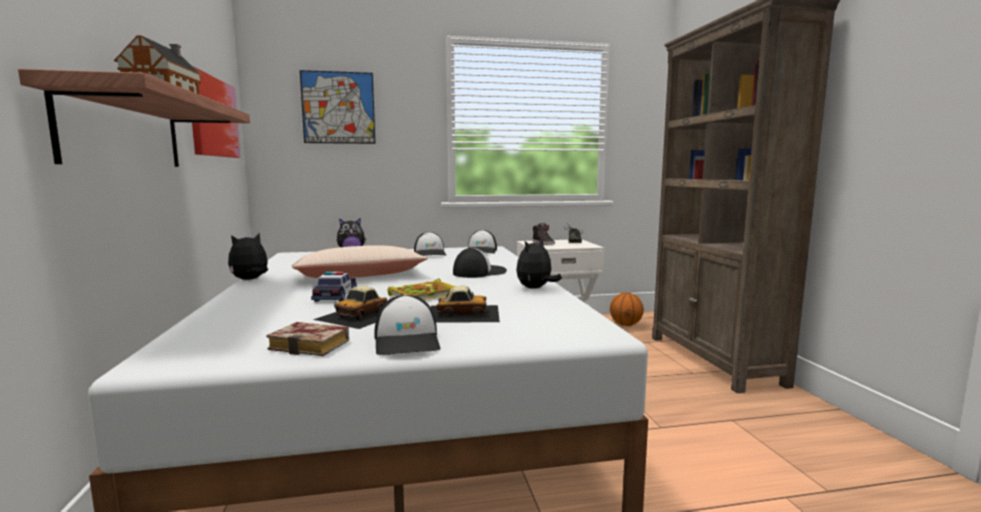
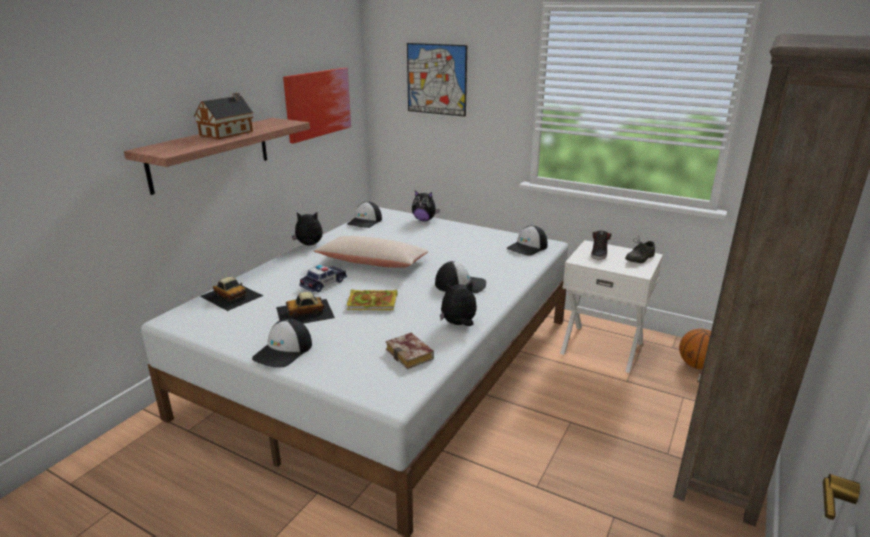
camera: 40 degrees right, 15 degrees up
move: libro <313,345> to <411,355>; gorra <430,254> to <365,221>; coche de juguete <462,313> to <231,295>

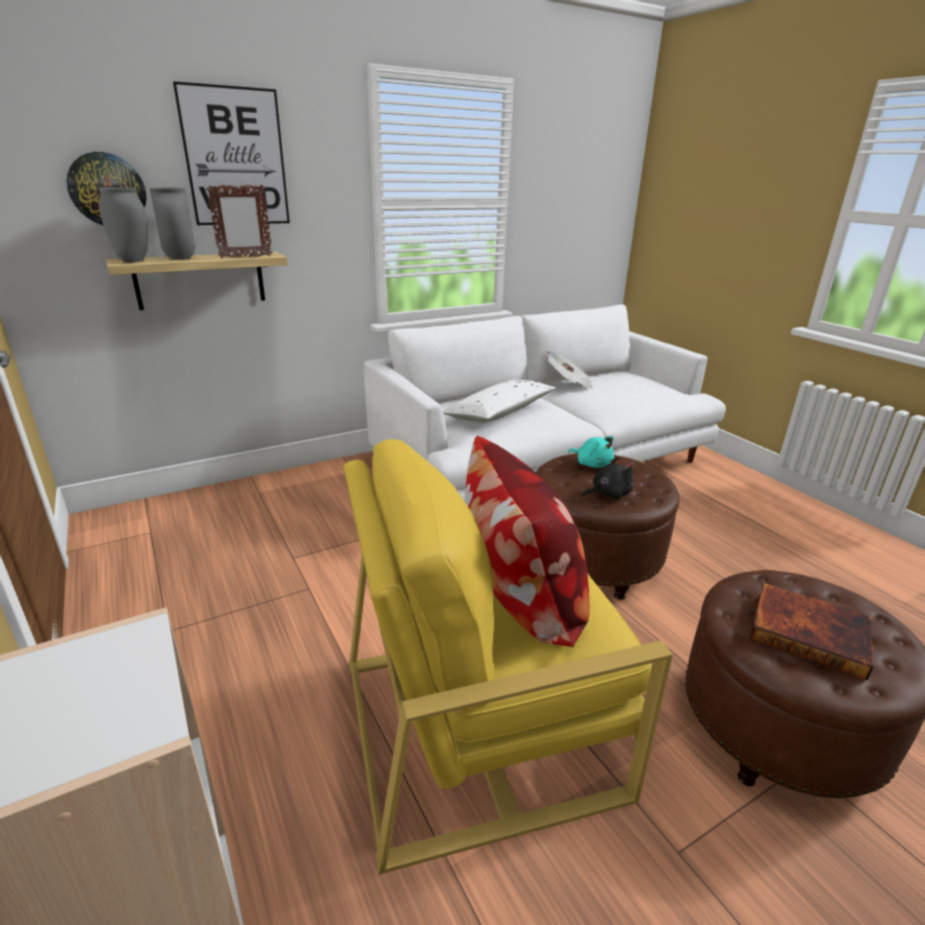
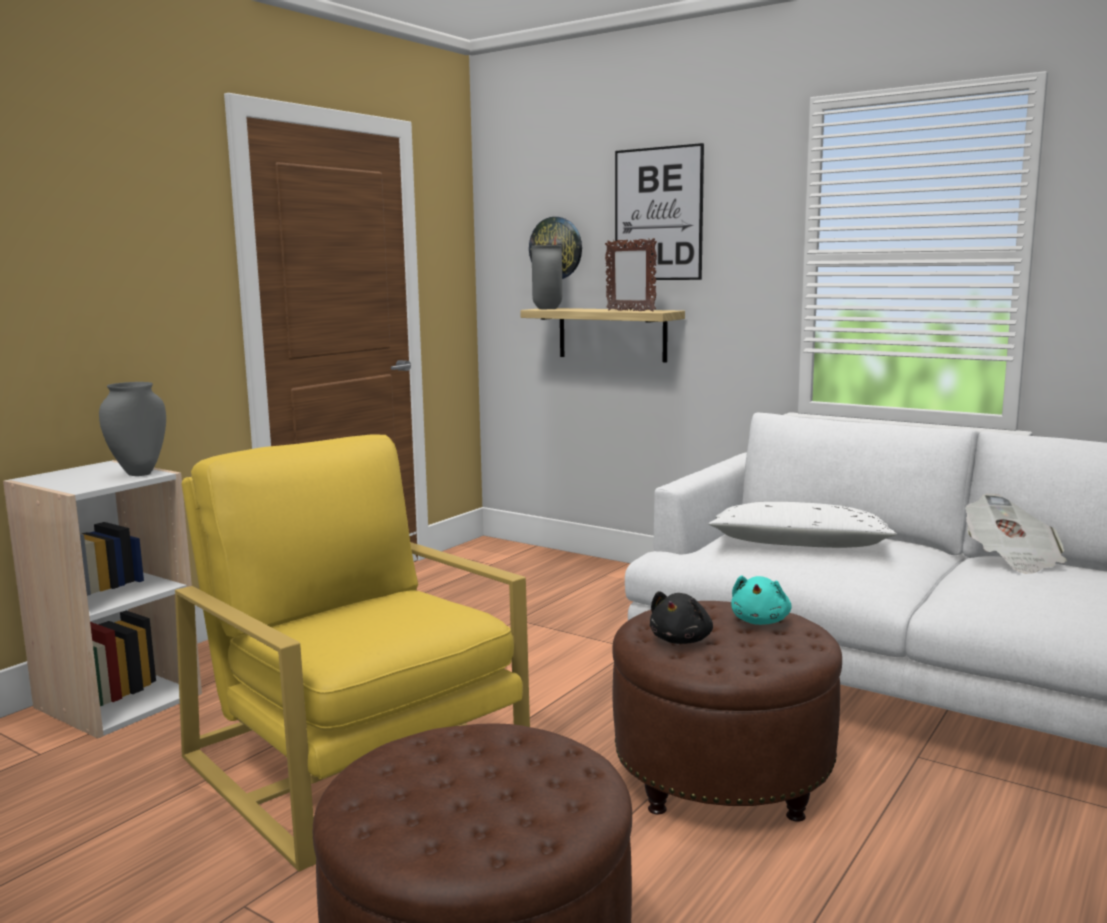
camera: 65 degrees right, 15 degrees down
delete: cojín <519,599>; libro <809,632>
move: florero (gris) <179,258> to <138,473>
rotate: peluche (negro) <608,494> = <682,640> 75 degrees clockwise

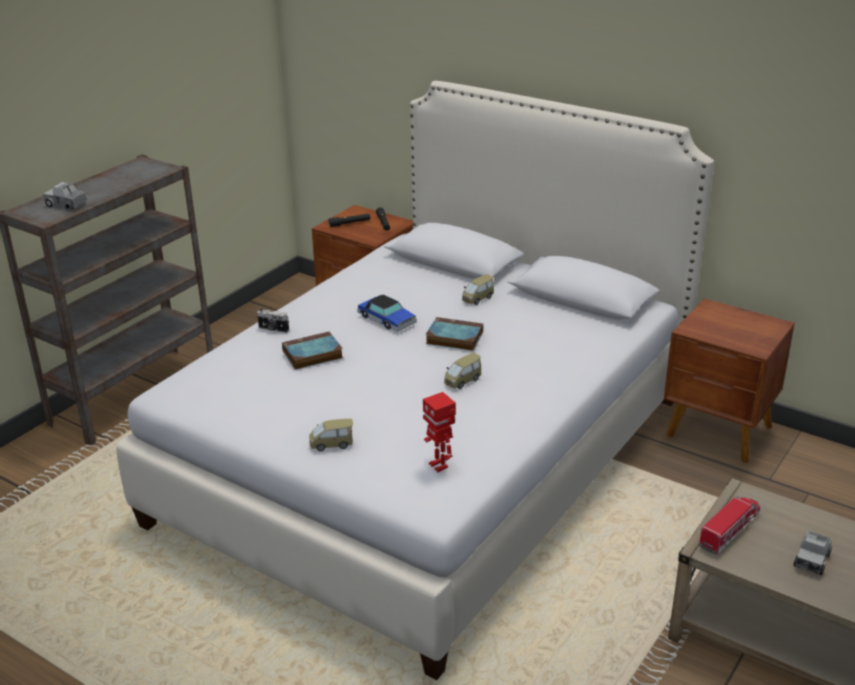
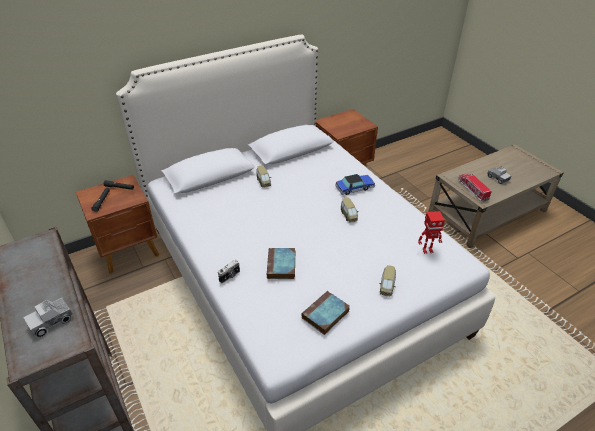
camera: 65 degrees left, 10 degrees up
move: coche de juguete <386,320> to <354,188>; libro <453,338> to <325,315>

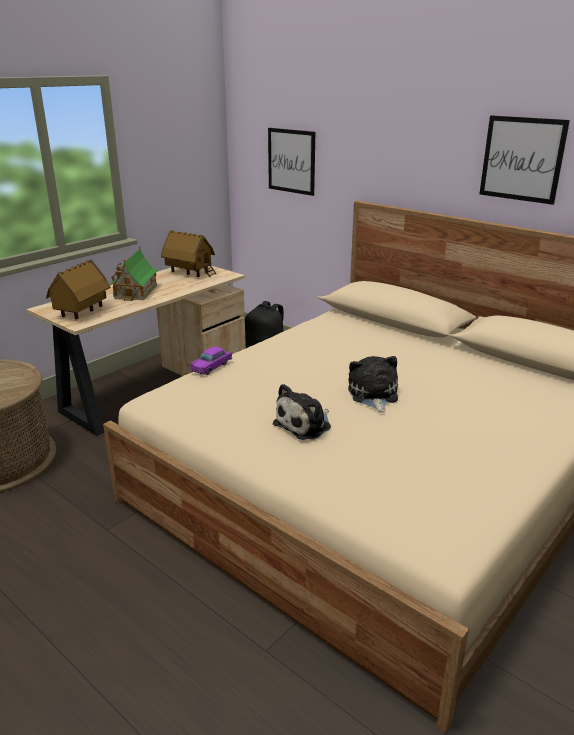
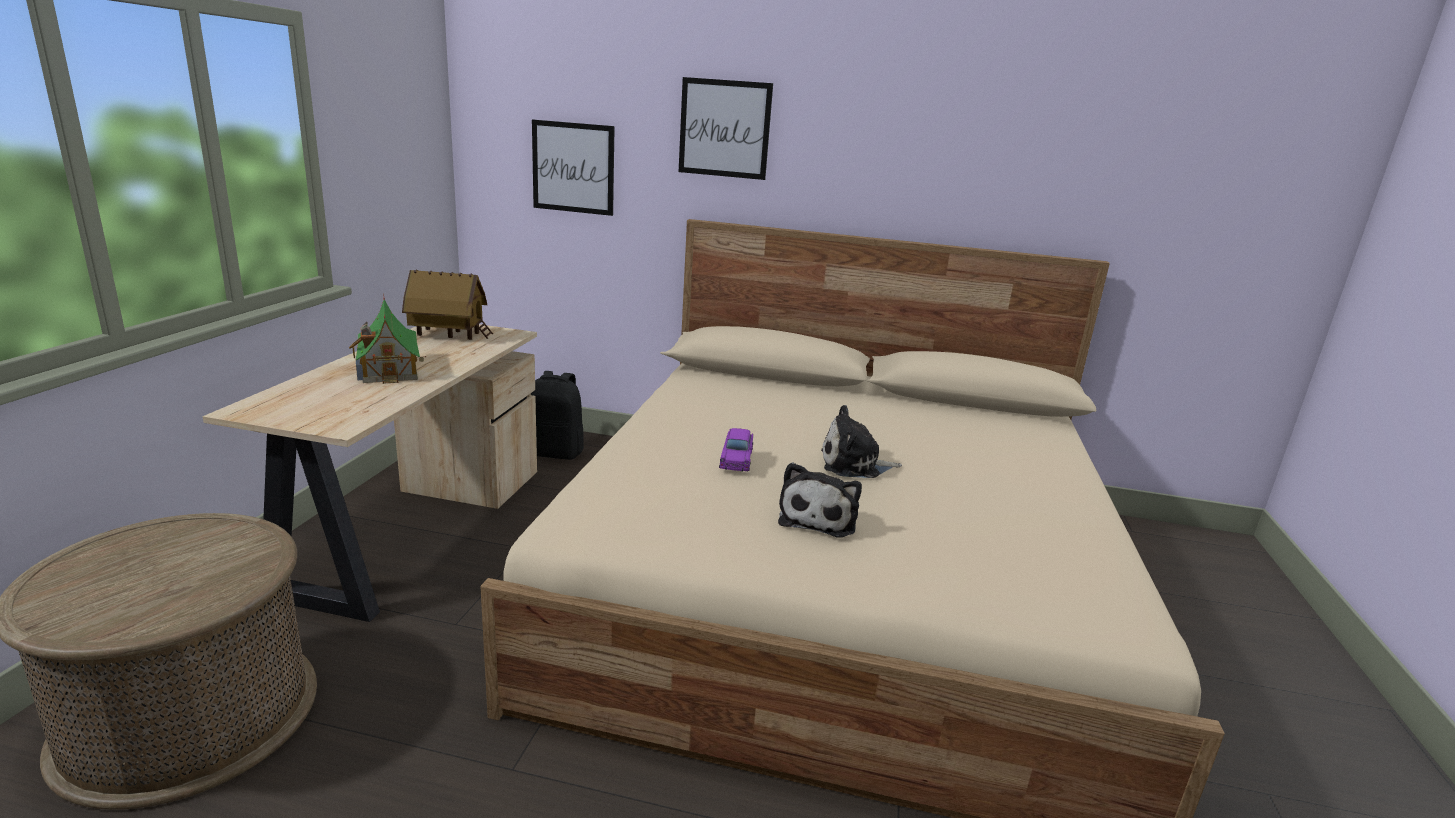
camera: 30 degrees left, 5 degrees down
delete: casita <82,312>
move: coche de juguete (morado) <211,366> to <737,459>; cuadro <522,159> to <724,129>
rotate: peluche <373,395> = <854,465> 60 degrees counterclockwise

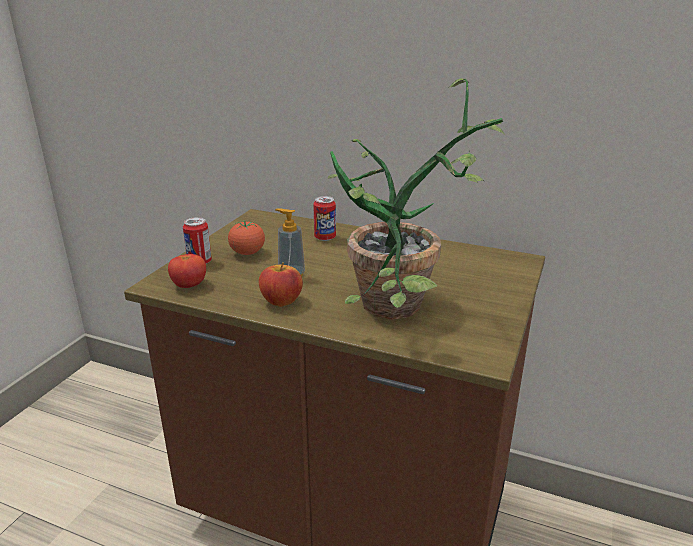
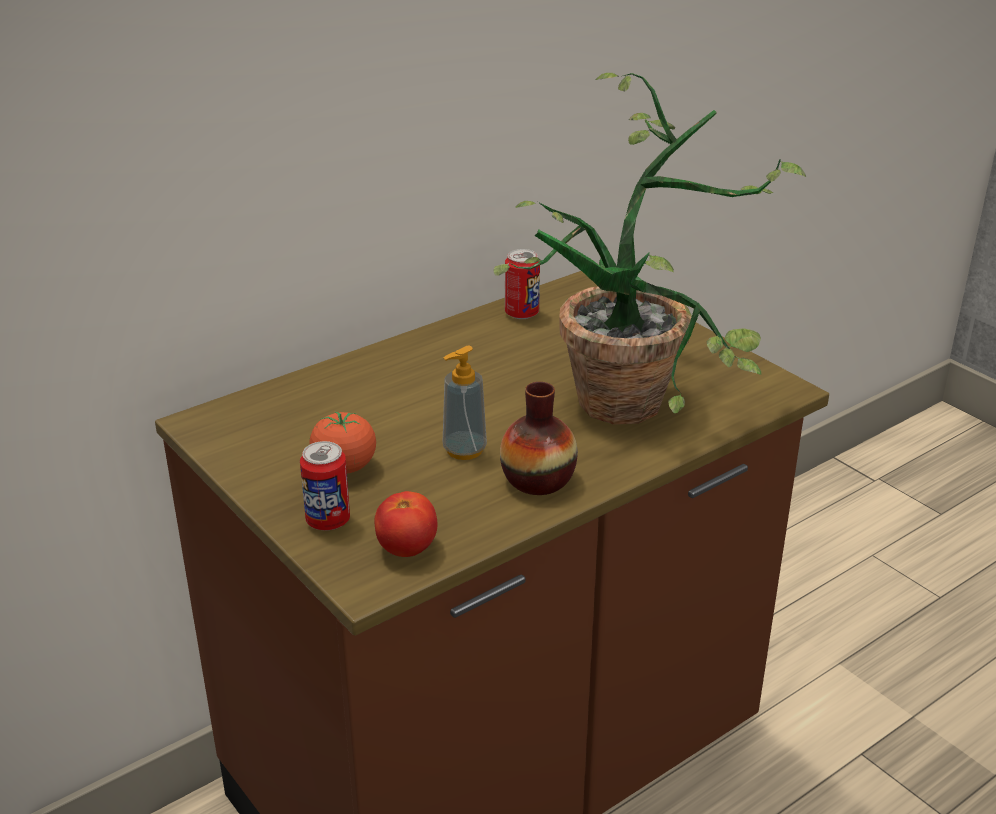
camera: 60 degrees left, 5 degrees up
move: lata <325,238> to <521,314>
replace: manzana <281,301> to florero <538,480>

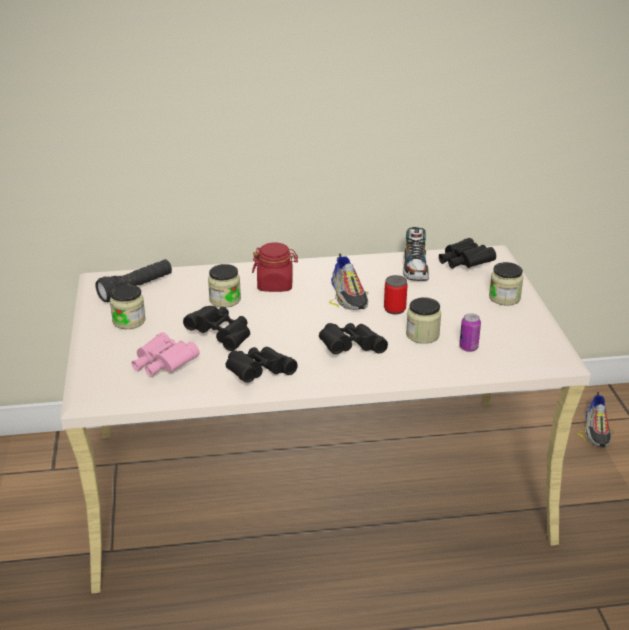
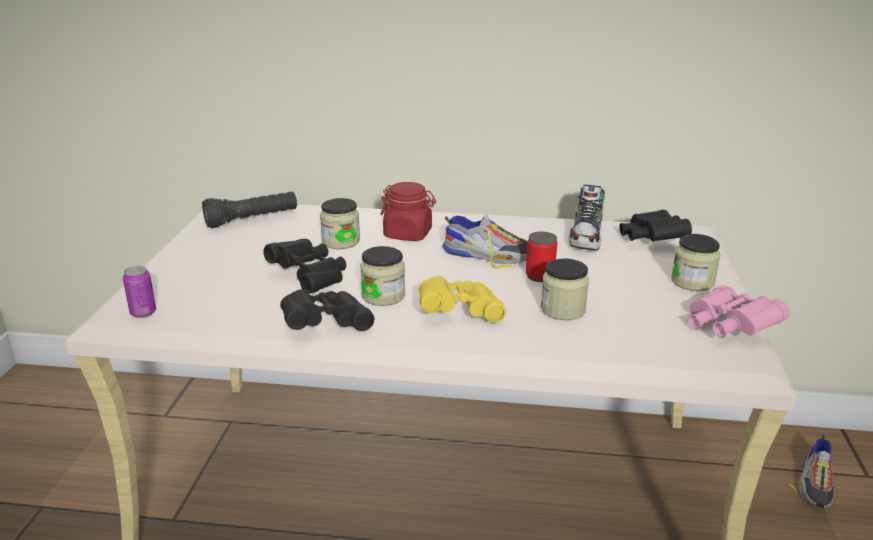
camera: 15 degrees right, 5 degrees down
move: tarro <129,321> to <383,296>; prismáticos (rosa) <163,366> to <727,328>; lata <468,347> to <143,313>
recolor: prismáticos (negro) <350,349> to prismáticos (amarillo) <459,312>
rotate: zapato <349,295> = <490,254> 75 degrees counterclockwise

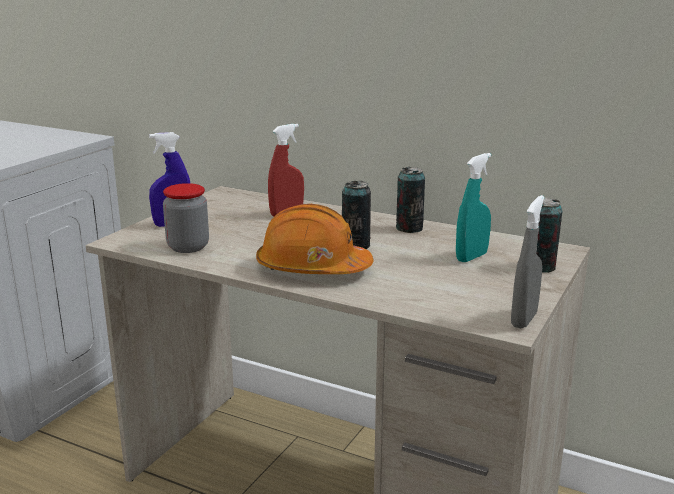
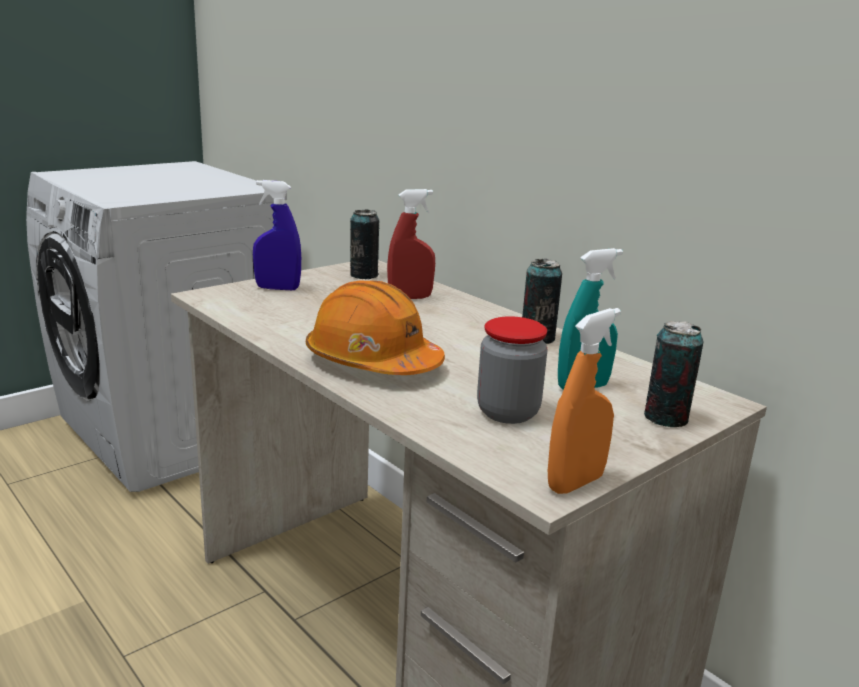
camera: 20 degrees right, 0 degrees up
move: tarro <188,247> to <508,412>; lata <355,246> to <364,275>
recolor: pulverizador (gris) <524,319> to pulverizador (naranja) <575,483>

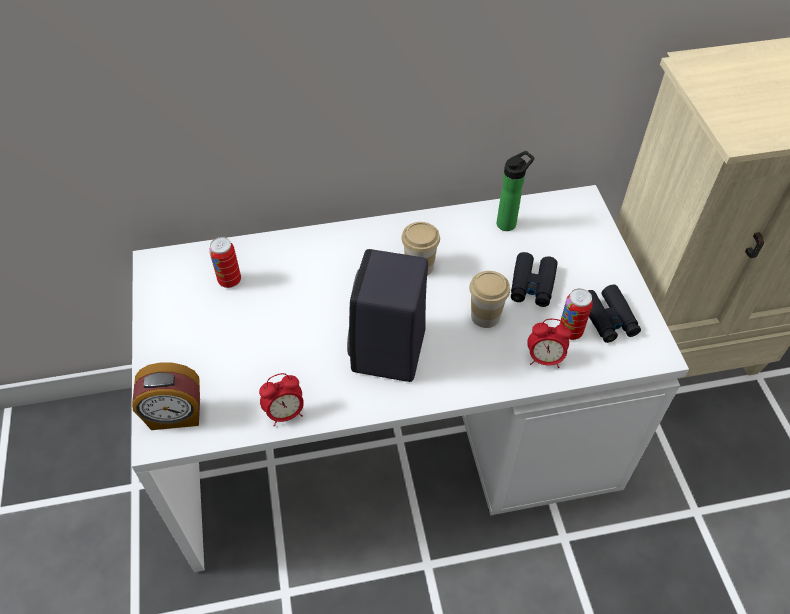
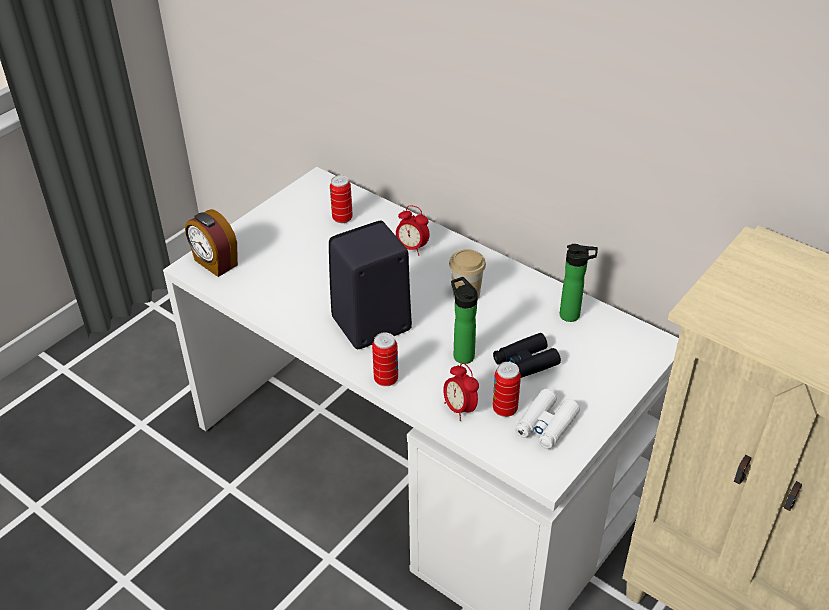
camera: 50 degrees right, 10 degrees down
insert: lata <386,379>
move: despertador <285,413> to <412,248>
replace: taza <485,316> to botella <462,354>
recolor: prismáticos (negro) <608,319> to prismáticos (blanco) <546,425>

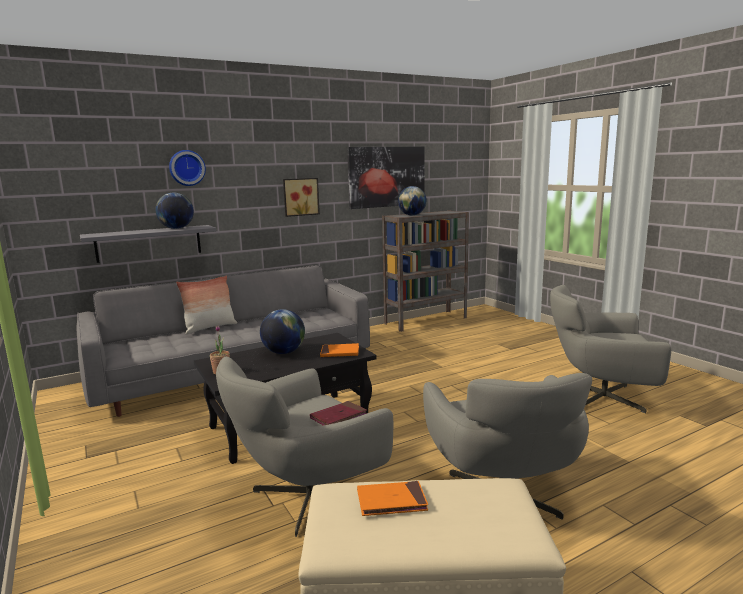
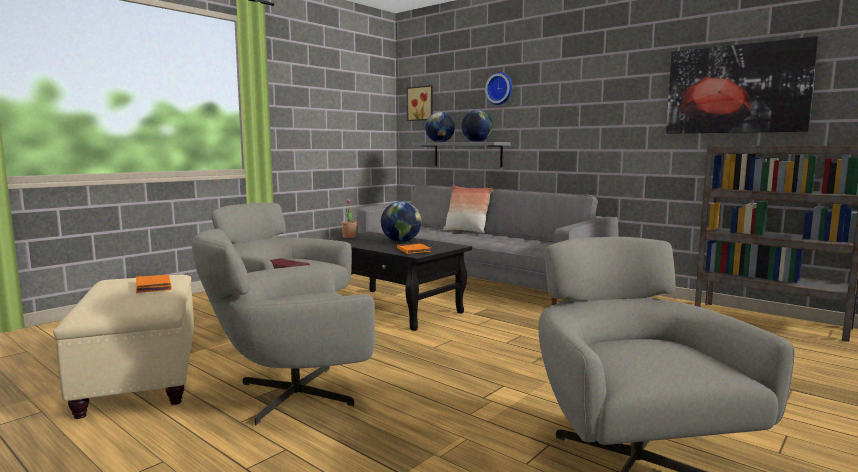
camera: 70 degrees right, 5 degrees down
move: cuadro <300,197> to <421,103>; globo terráqueo <412,215> to <439,142>

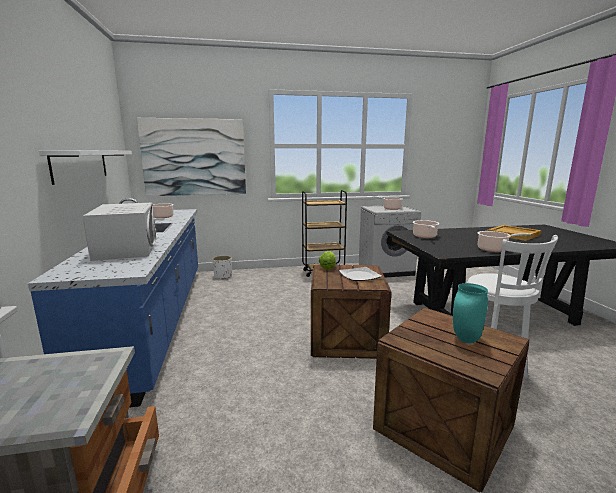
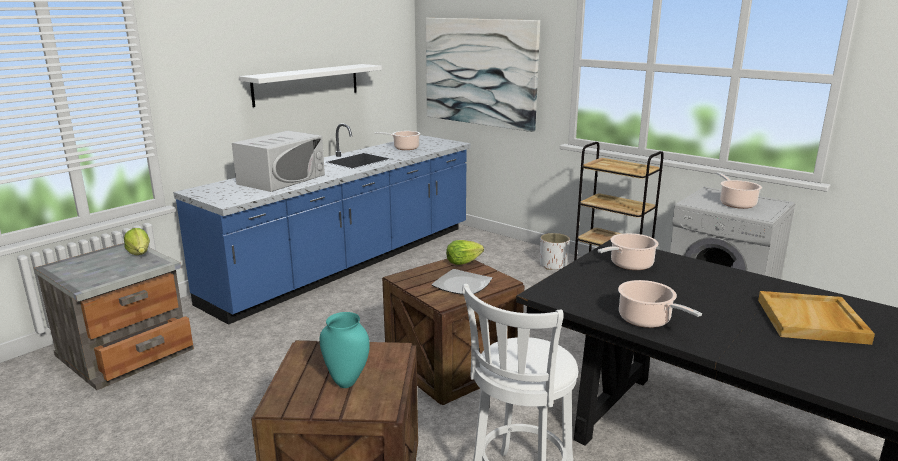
camera: 50 degrees right, 5 degrees up
insert: lechuga <139,253>
move: maceta (blanco) <223,276> to <553,265>

